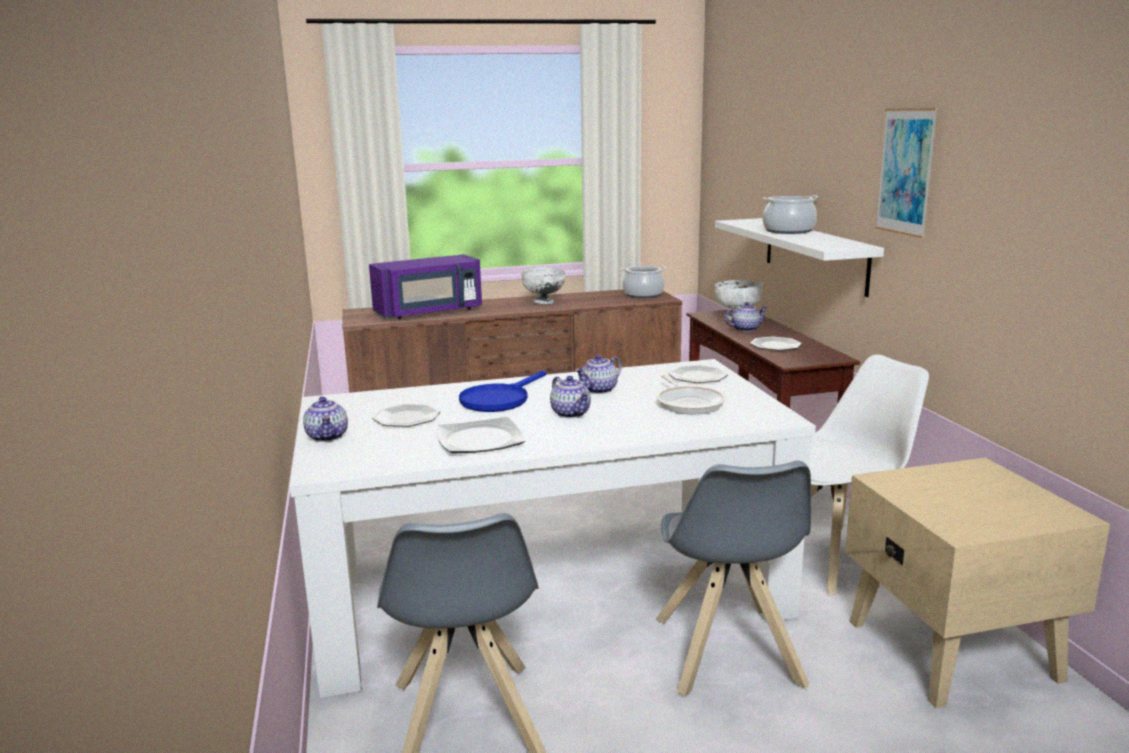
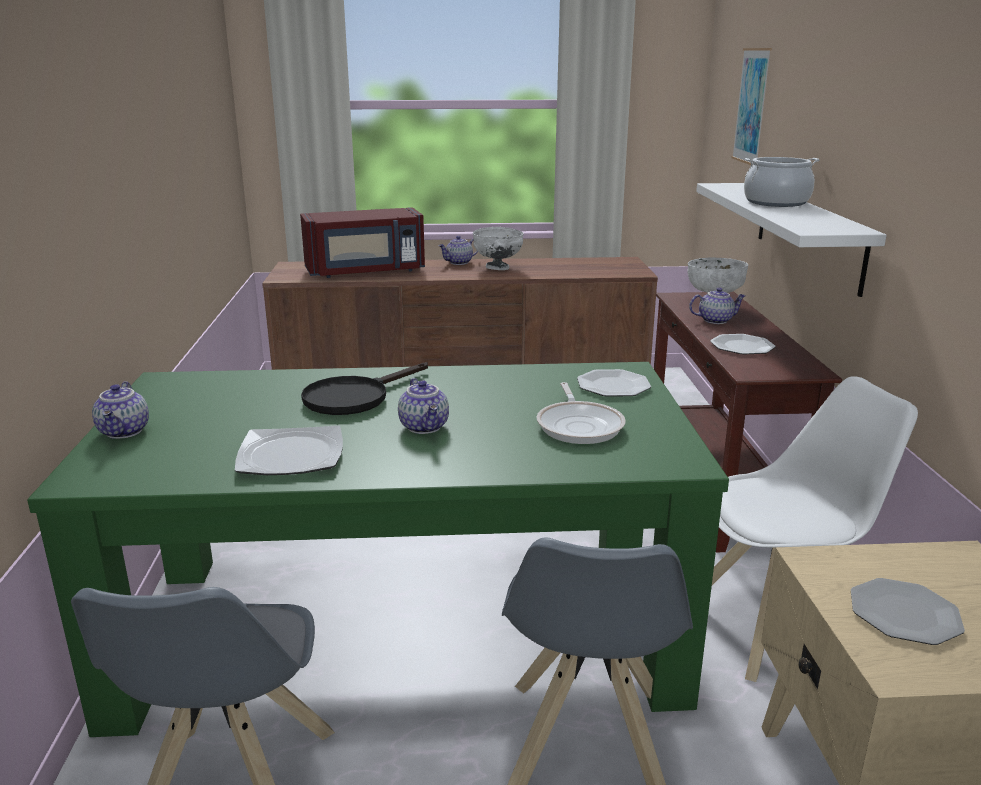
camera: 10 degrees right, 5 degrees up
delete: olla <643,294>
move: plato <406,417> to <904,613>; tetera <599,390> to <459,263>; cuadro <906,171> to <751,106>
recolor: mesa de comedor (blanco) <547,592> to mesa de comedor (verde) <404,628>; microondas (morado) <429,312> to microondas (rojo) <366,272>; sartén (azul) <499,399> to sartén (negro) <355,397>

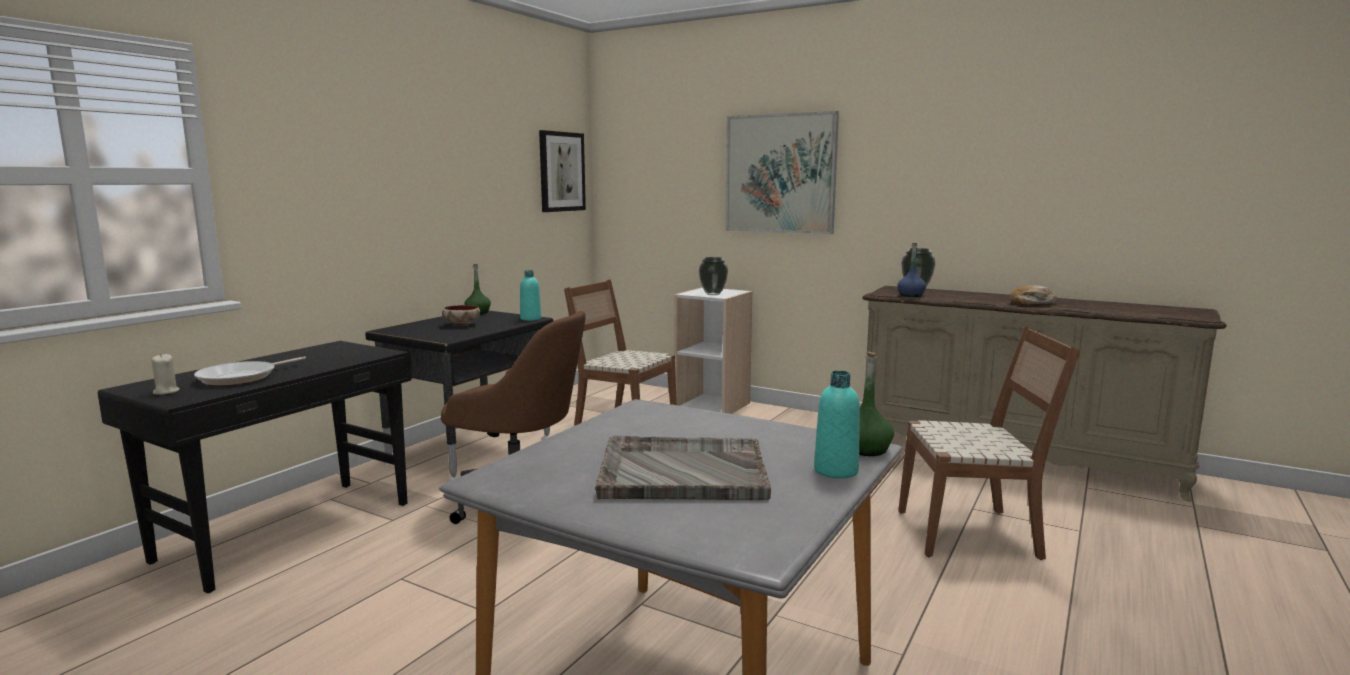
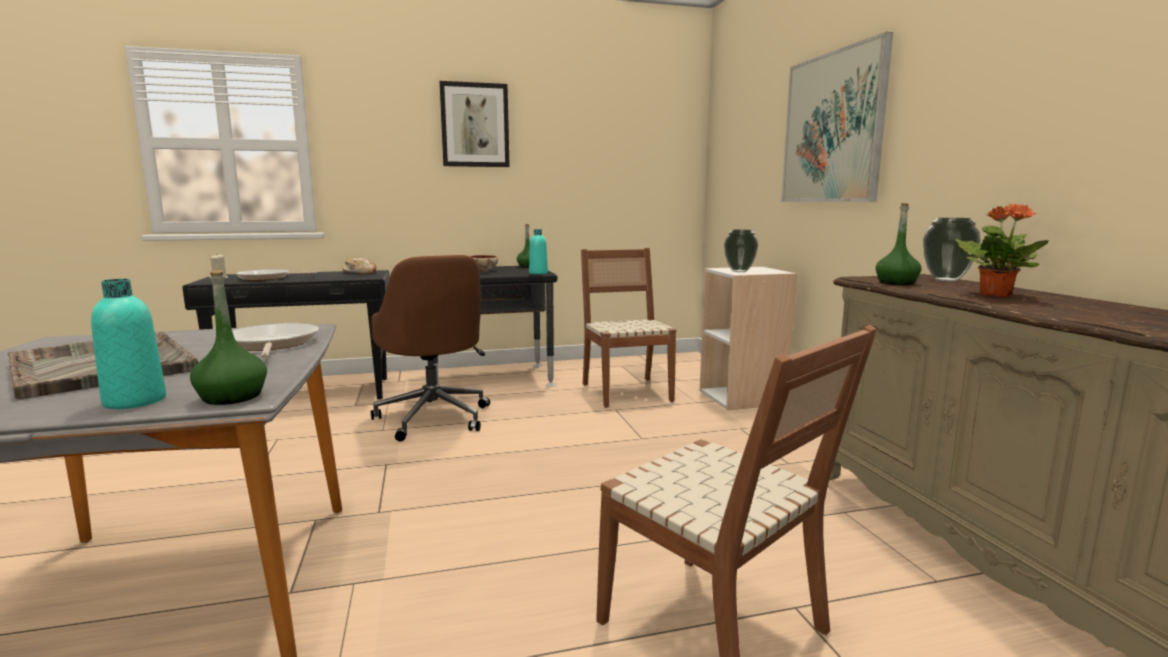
camera: 45 degrees right, 0 degrees up
insert: sartén <271,344>; planta en maceta <994,295>
move: cuadro <561,171> to <475,125>; pan <1032,303> to <360,273>
recolor: botella (azul) <911,295> to botella (verde) <896,283>

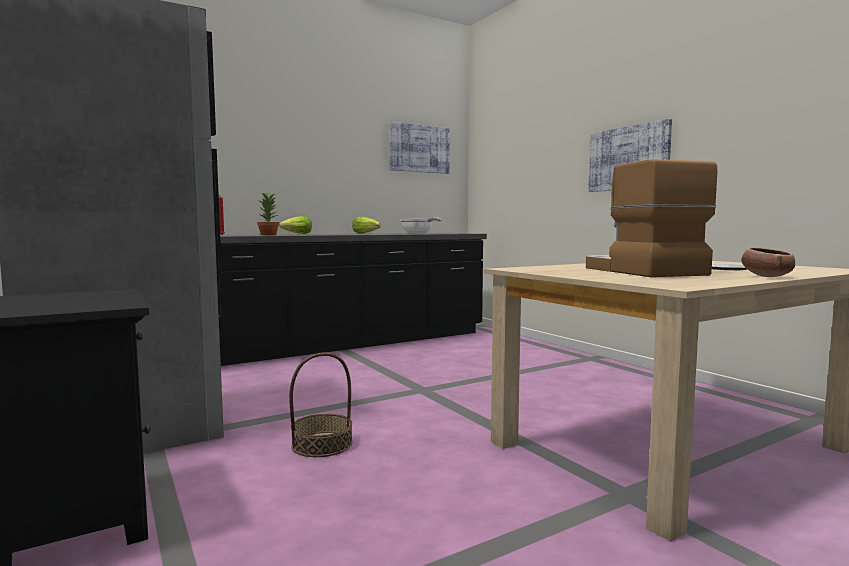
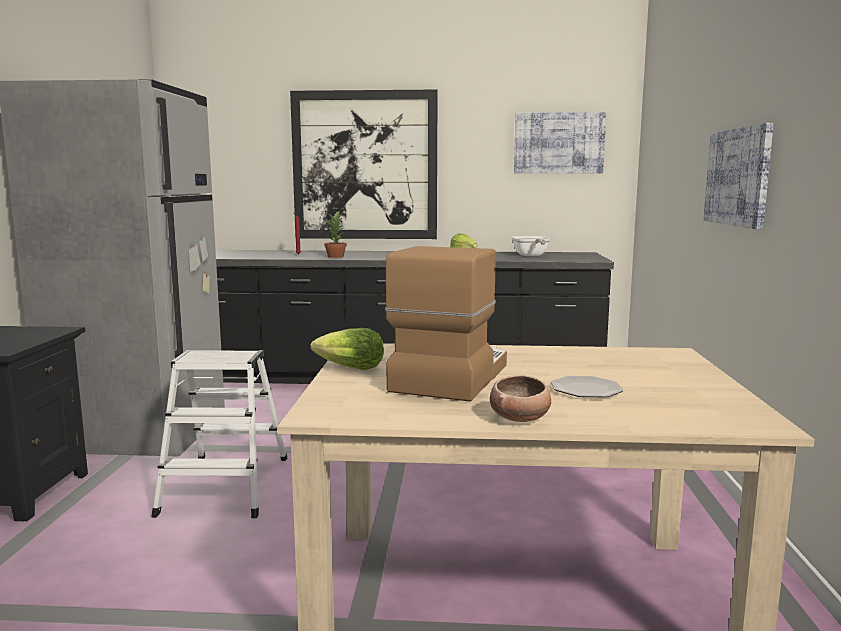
camera: 35 degrees right, 5 degrees up
insert: cuadro <365,166>
move: lechuga <297,234> to <349,368>
replace: cesta <322,444> to escalera de tijera (blanco) <225,484>

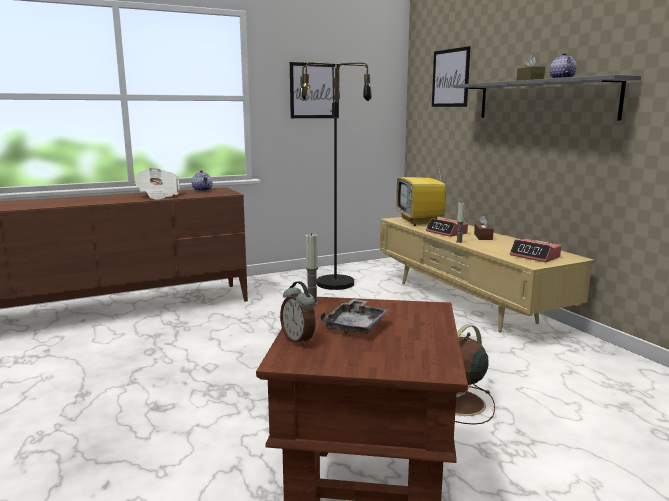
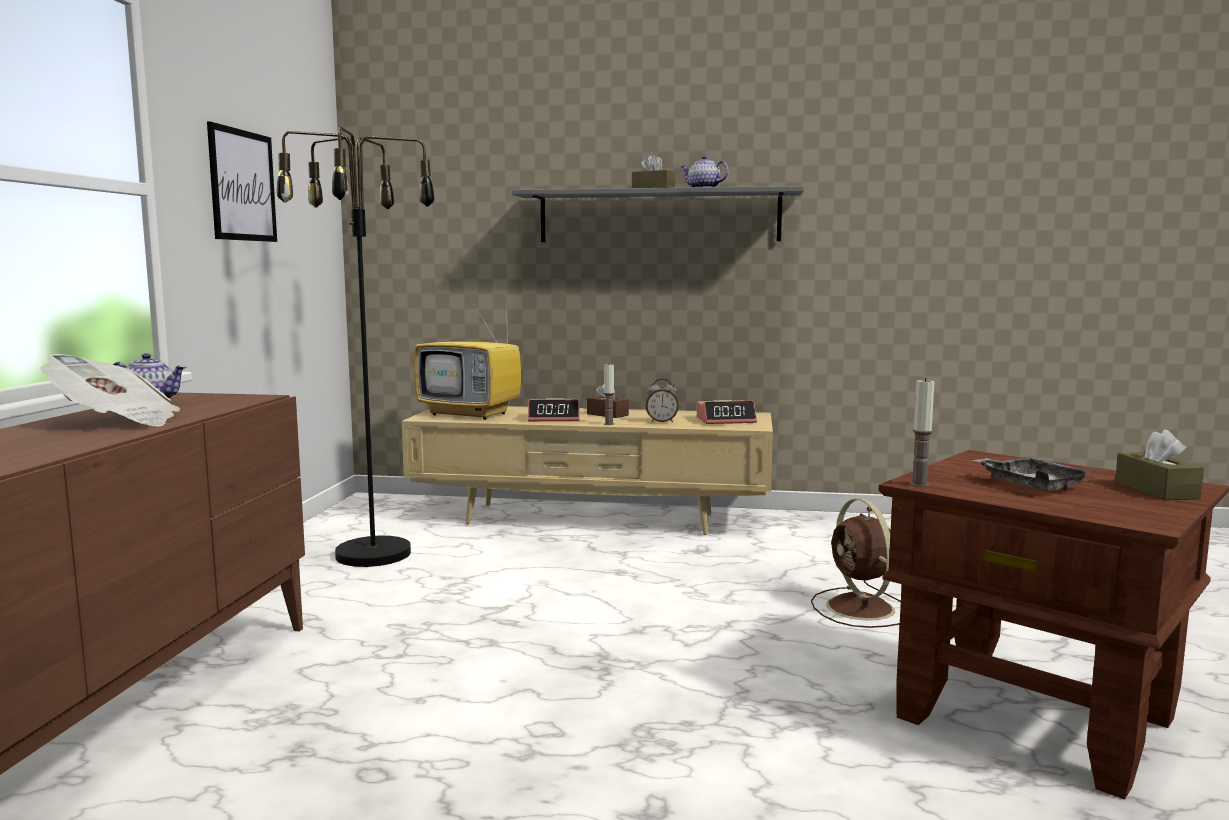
camera: 55 degrees left, 5 degrees down
delete: cuadro <450,78>
insert: caja de pañuelos (marrón) <1156,490>
move: despertador <299,340> to <661,421>

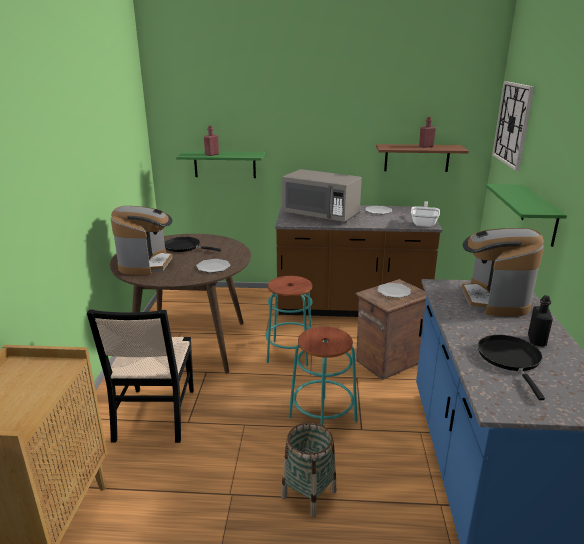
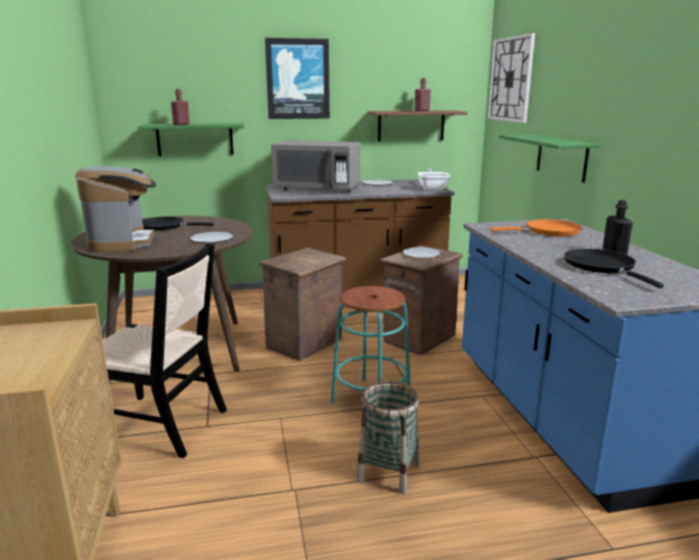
camera: 15 degrees left, 5 degrees down
insert: cuadro <298,79>
replace: taburete (turquesa) <290,353> to caja de embalaje <305,344>; cafetera <493,300> to sartén (naranja) <548,231>
rotate: silla <155,415> = <160,425> 60 degrees counterclockwise

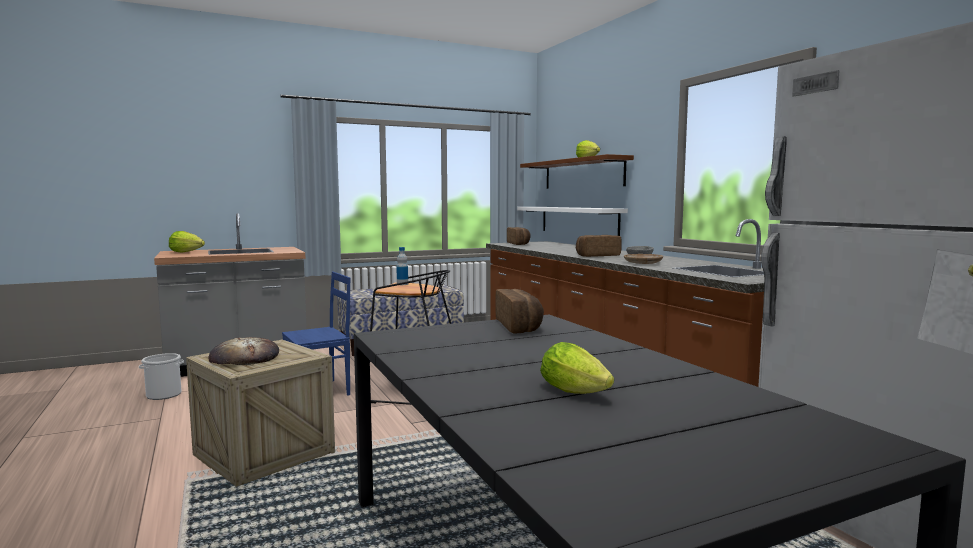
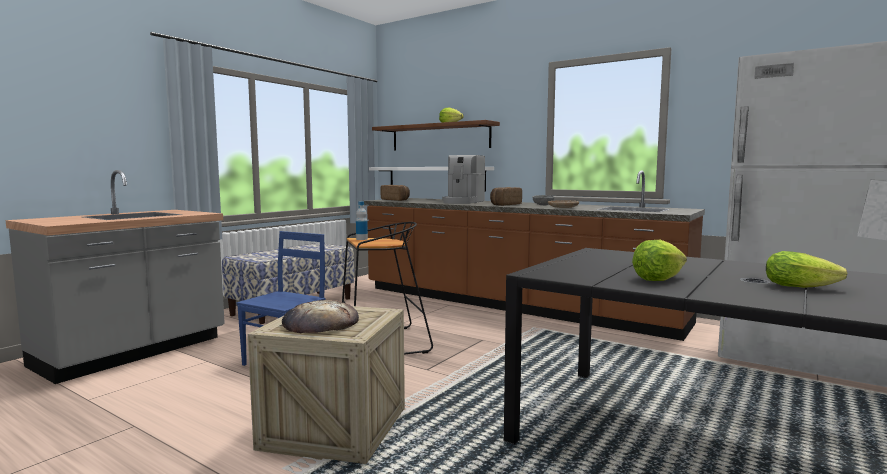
camera: 30 degrees left, 0 degrees up
delete: cubo <163,395>; pan <520,326>
insert: cafetera <463,202>
move: lechuga <186,252> to <658,279>

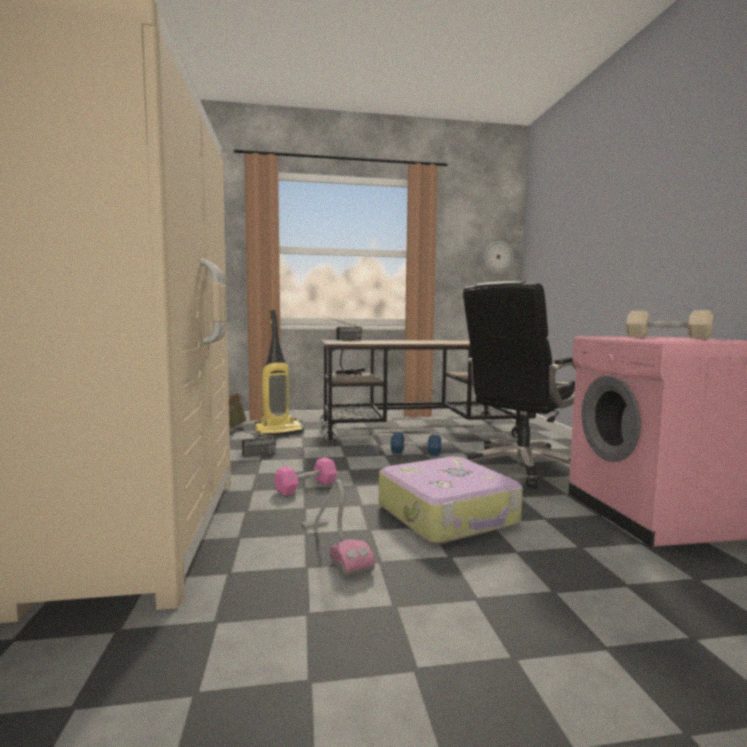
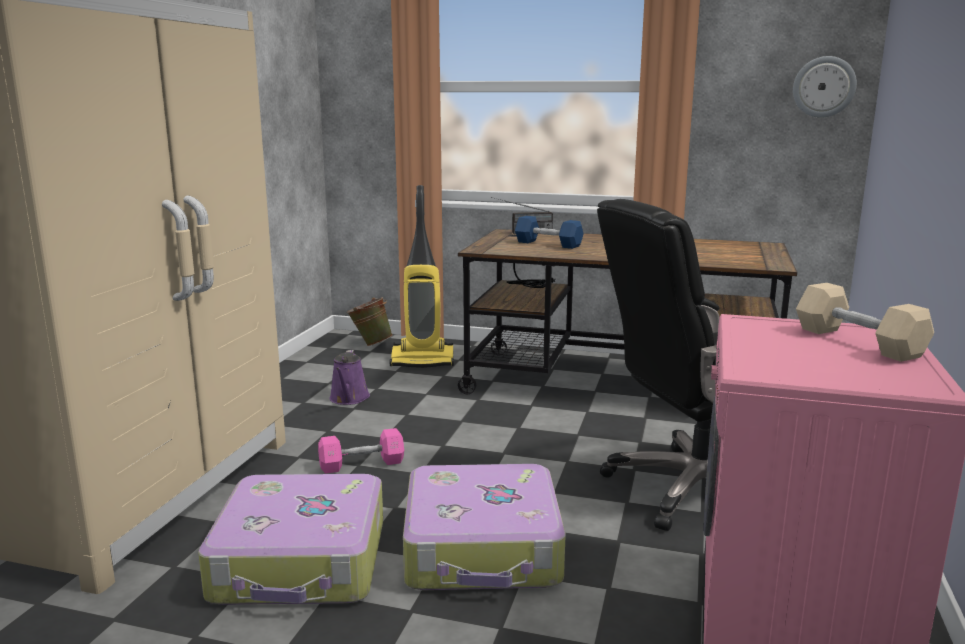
camera: 25 degrees right, 10 degrees up
move: mancuerna (azul) <415,453> to <548,244>
replace: radio <250,455> to regadera (morado) <349,399>; aspiradora <334,547> to maleta <302,562>

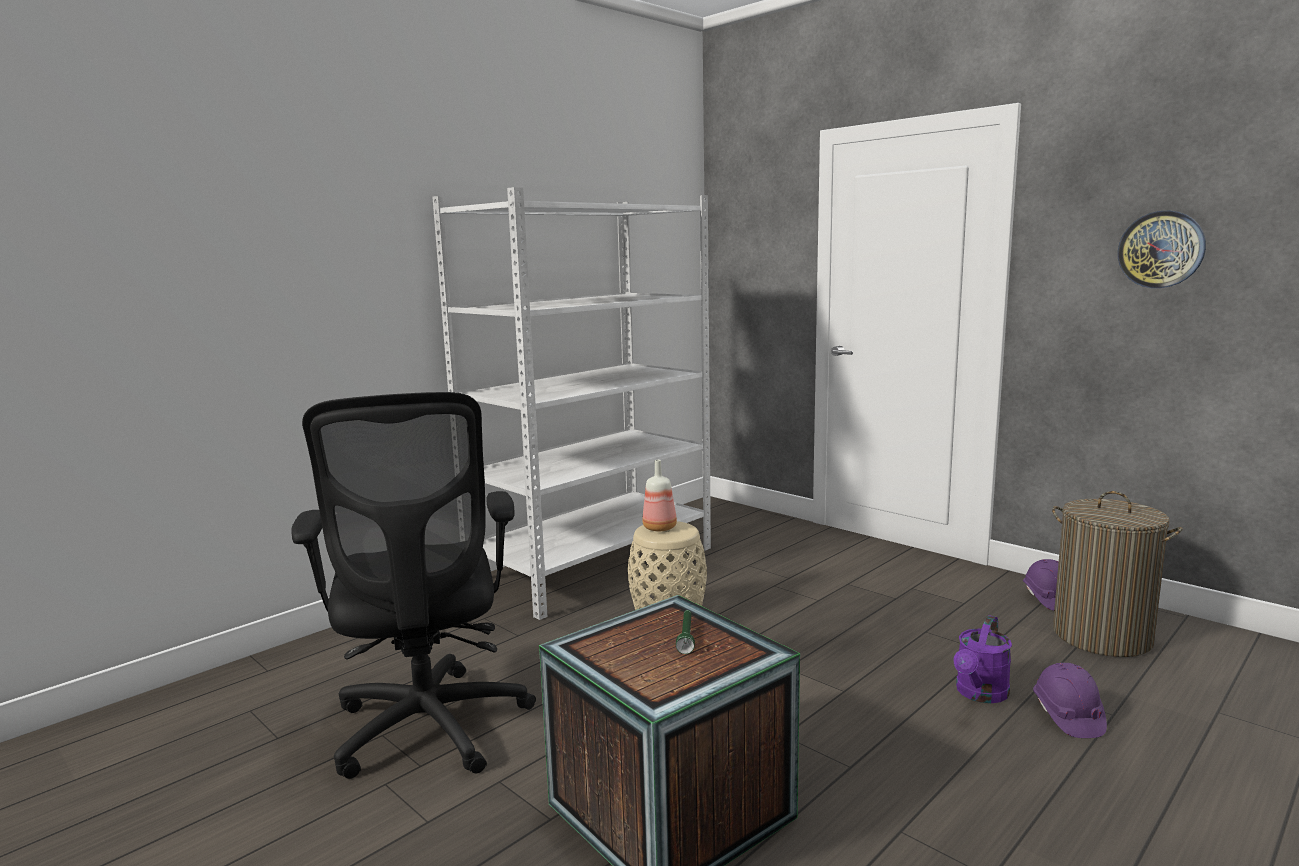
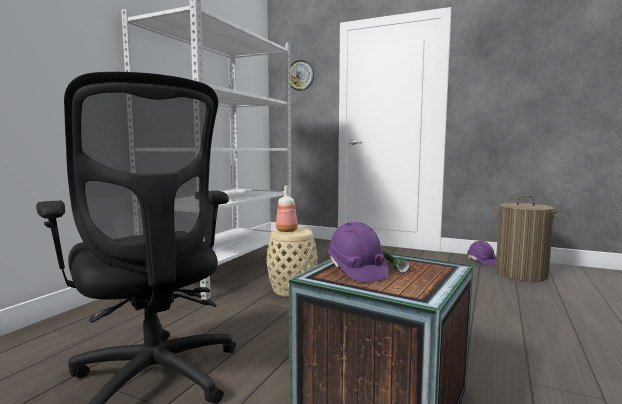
camera: 20 degrees left, 5 degrees down
delete: regadera (morado) <979,694>
move: casco (morado) <1067,716> to <356,271>; reloj de pared <1161,249> to <300,75>

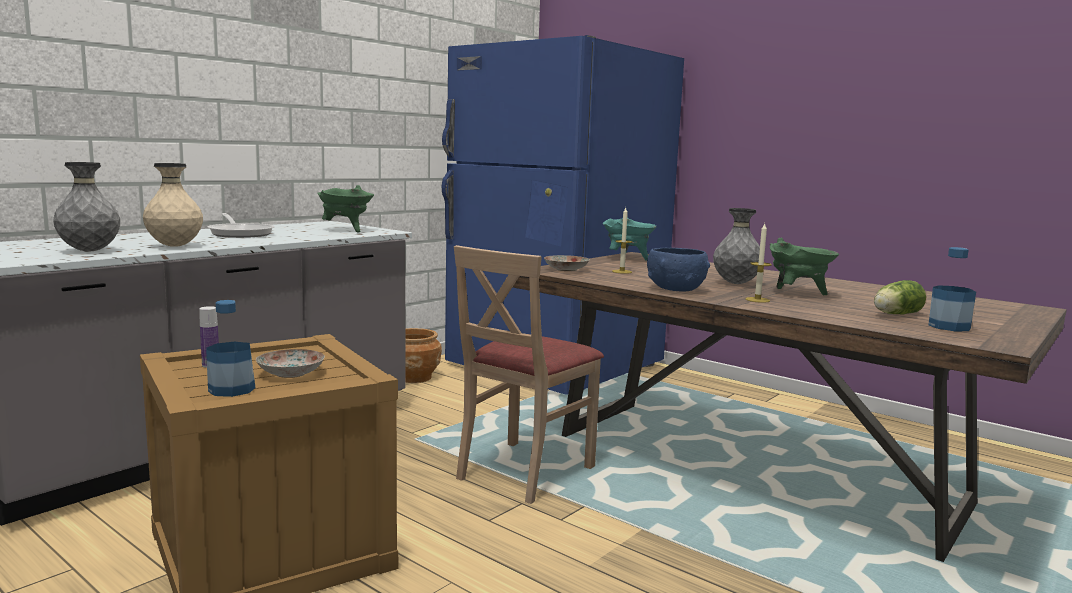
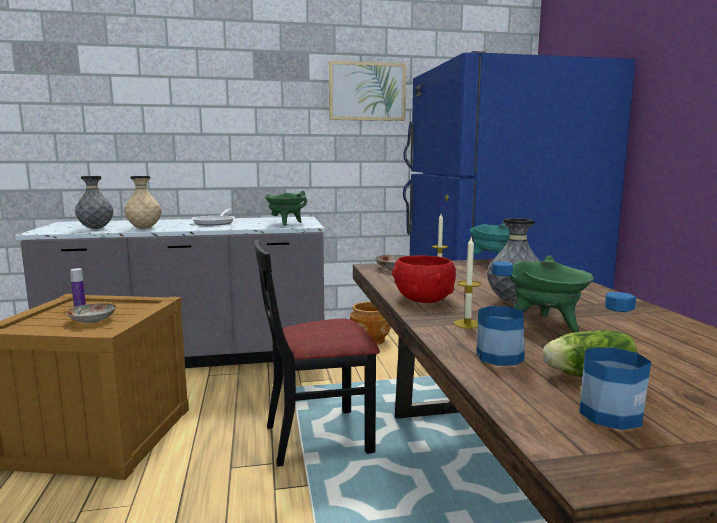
camera: 40 degrees right, 0 degrees up
insert: cuadro <367,91>
move: botella <232,389> to <500,357>
recolor: silla (beis) <524,471> to silla (negro) <318,437>; cuenco (azul) <675,289> to cuenco (rojo) <423,299>

